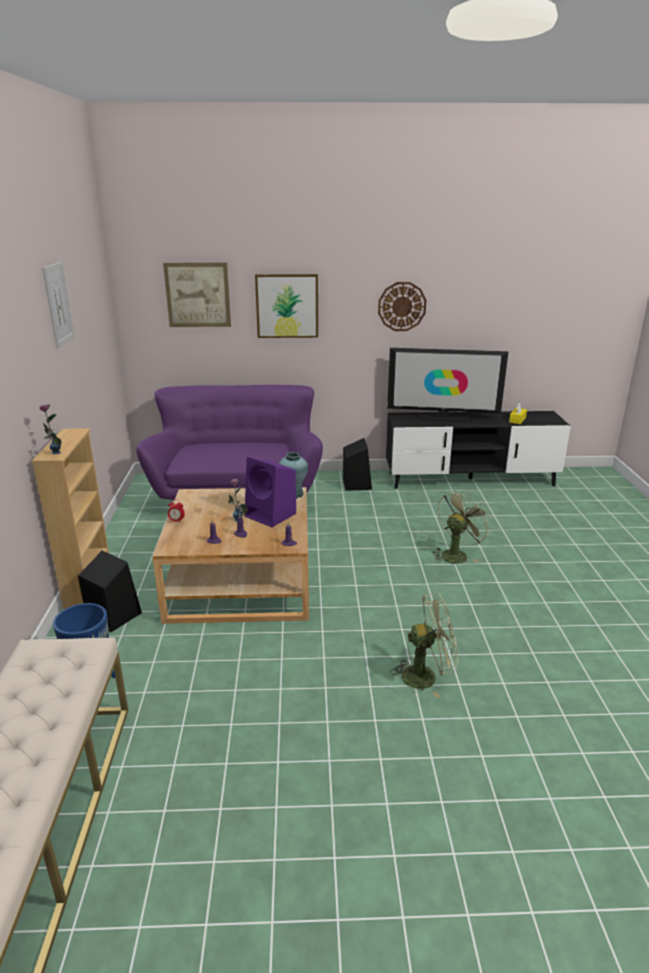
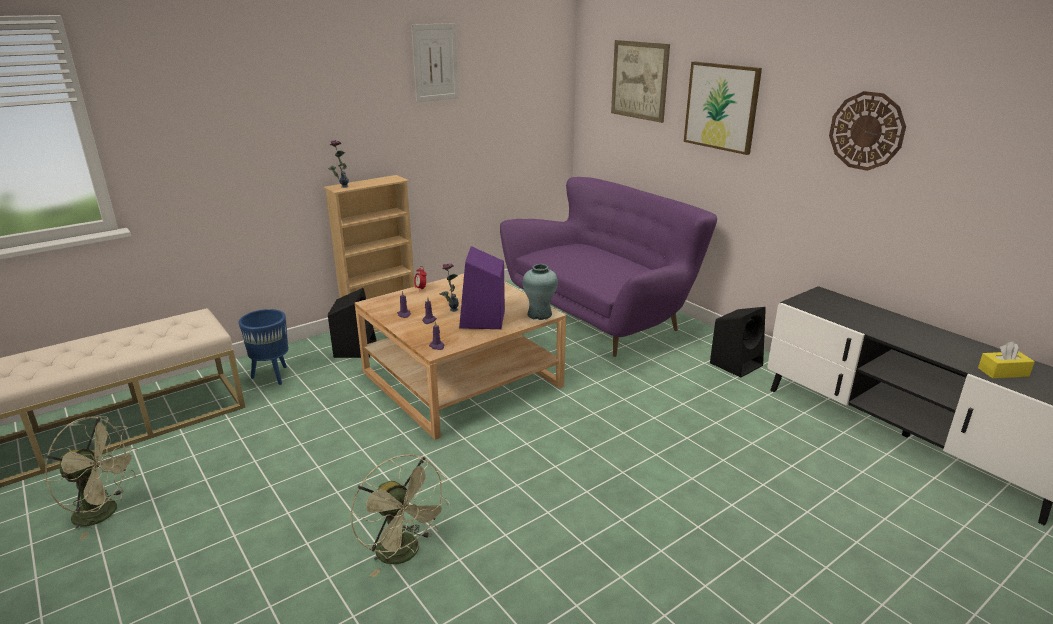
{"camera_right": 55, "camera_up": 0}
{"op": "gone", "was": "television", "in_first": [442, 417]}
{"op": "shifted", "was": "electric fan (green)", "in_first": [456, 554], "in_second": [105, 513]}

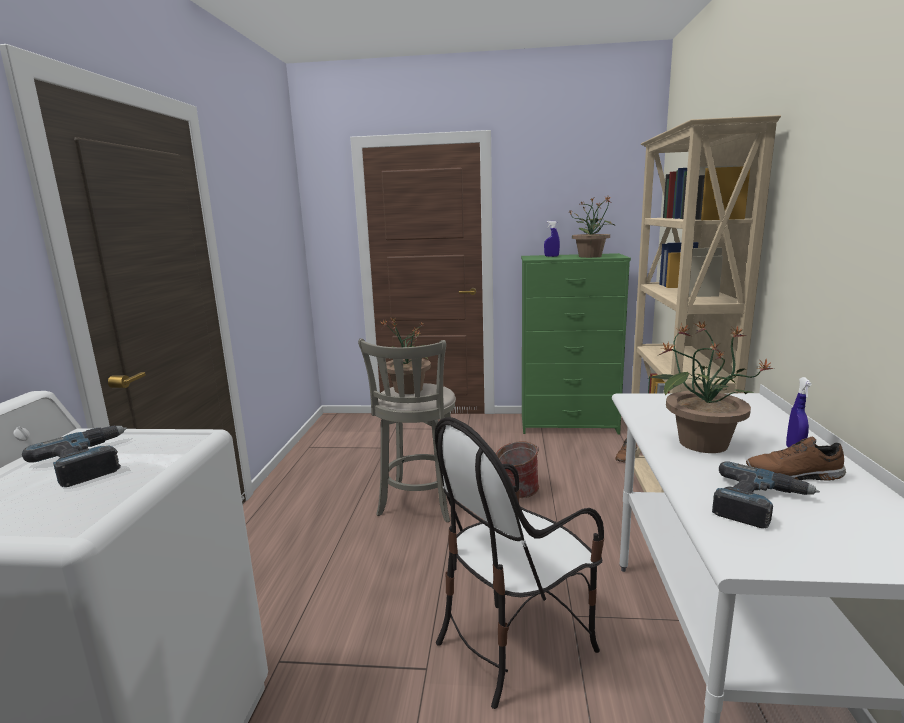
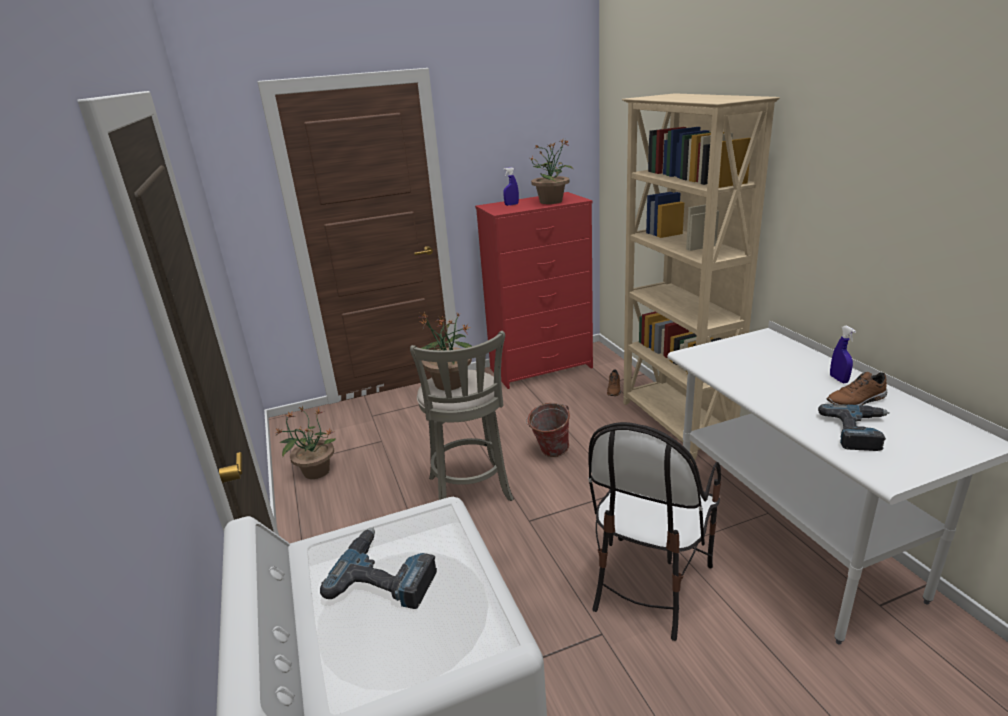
{"camera_right": -25, "camera_up": 10}
{"op": "repainted", "was": "chest of drawers (green)", "now": "chest of drawers (reddish)", "in_first": [569, 424], "in_second": [542, 368]}
{"op": "shifted", "was": "plant in a pot", "in_first": [701, 443], "in_second": [315, 471]}

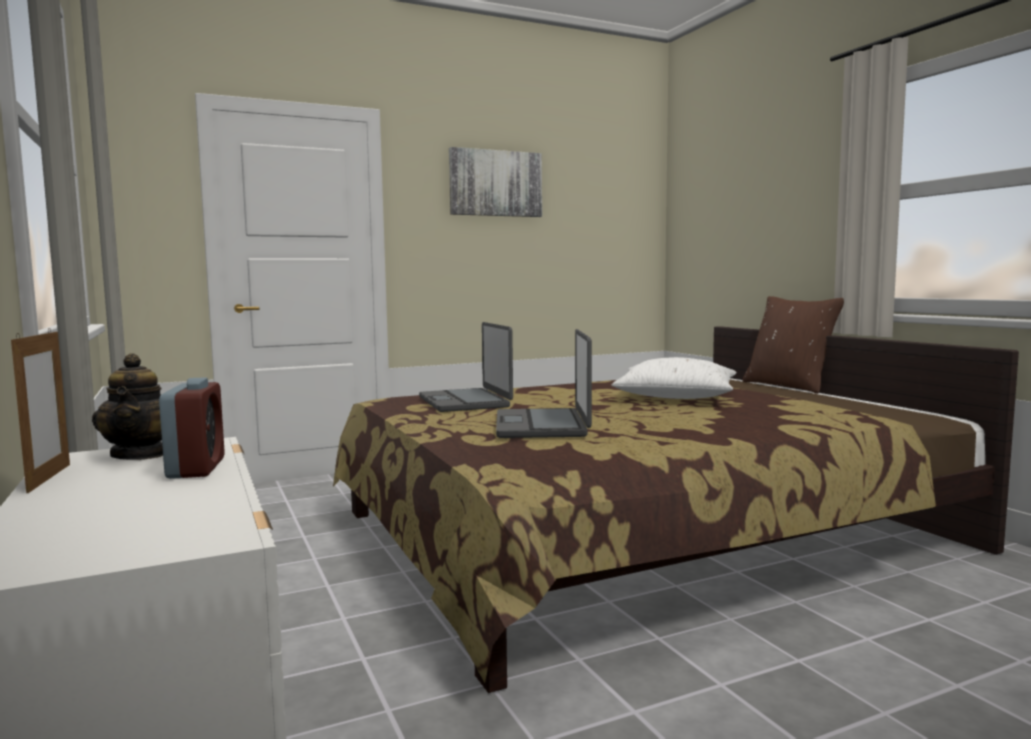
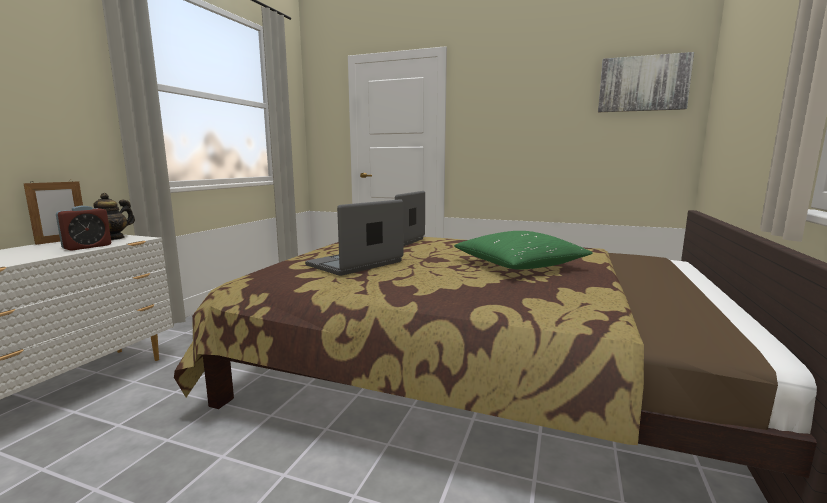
{"camera_right": 45, "camera_up": 5}
{"op": "shifted", "was": "picture", "in_first": [495, 183], "in_second": [643, 84]}
{"op": "gone", "was": "pillow (brownish)", "in_first": [789, 386]}
{"op": "repainted", "was": "pillow (whitish)", "now": "pillow (green)", "in_first": [675, 397], "in_second": [518, 265]}

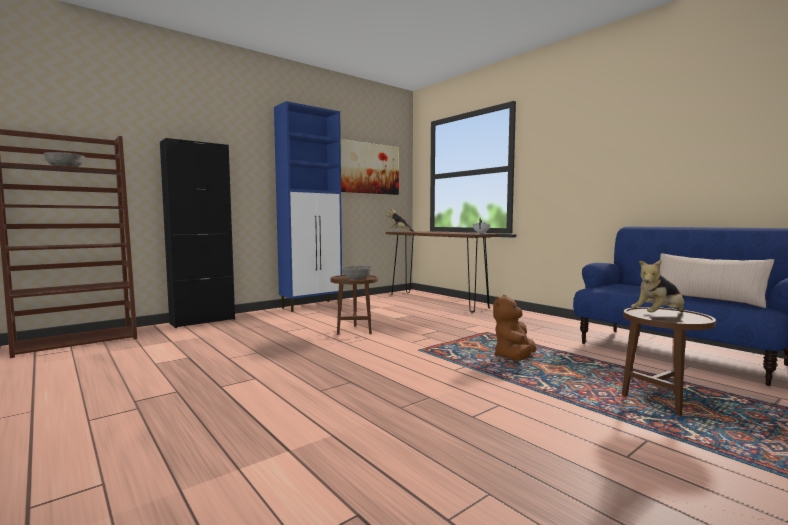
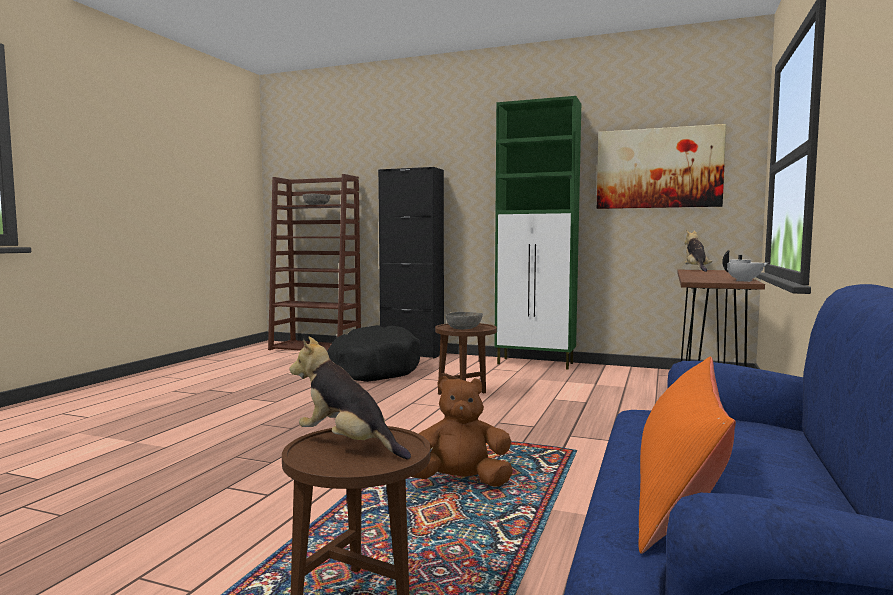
{"camera_right": 60, "camera_up": 0}
{"op": "repainted", "was": "storage cabinet (blue-coloured)", "now": "storage cabinet (green)", "in_first": [312, 306], "in_second": [536, 364]}
{"op": "repainted", "was": "pillow (beige)", "now": "pillow (orangey)", "in_first": [706, 299], "in_second": [679, 494]}
{"op": "new", "now": "dog cushion (black-coloured)", "in_second": [372, 369]}

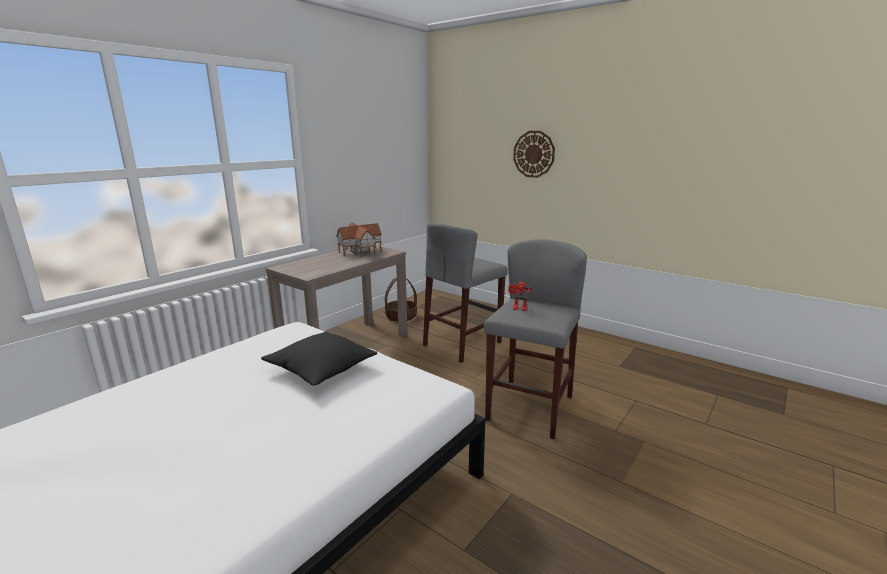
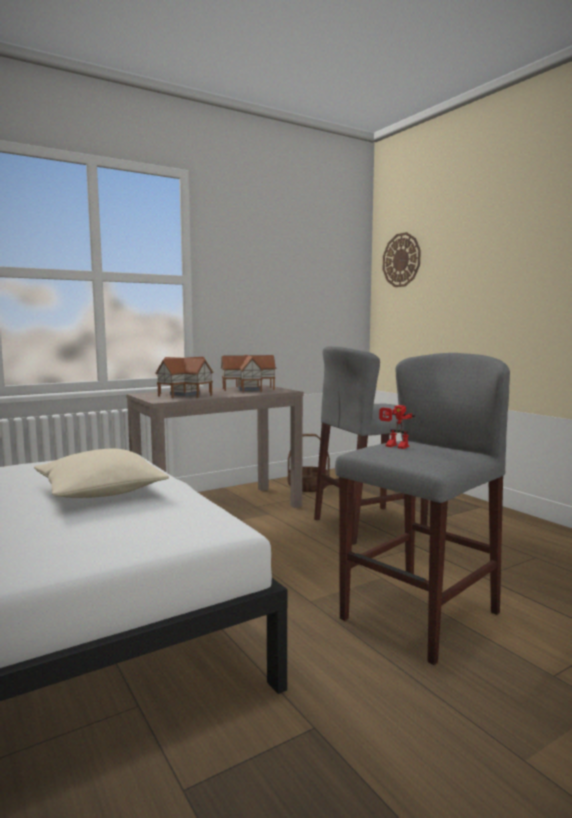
{"camera_right": 20, "camera_up": -10}
{"op": "shifted", "was": "hanging clock", "in_first": [534, 154], "in_second": [401, 260]}
{"op": "repainted", "was": "pillow (black-coloured)", "now": "pillow (beige)", "in_first": [321, 369], "in_second": [100, 491]}
{"op": "new", "now": "miniature house", "in_second": [184, 394]}

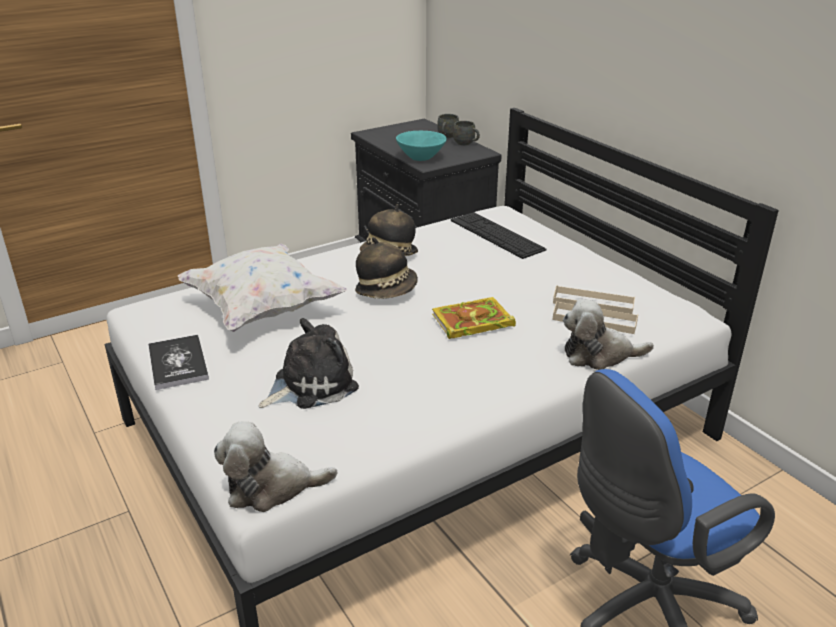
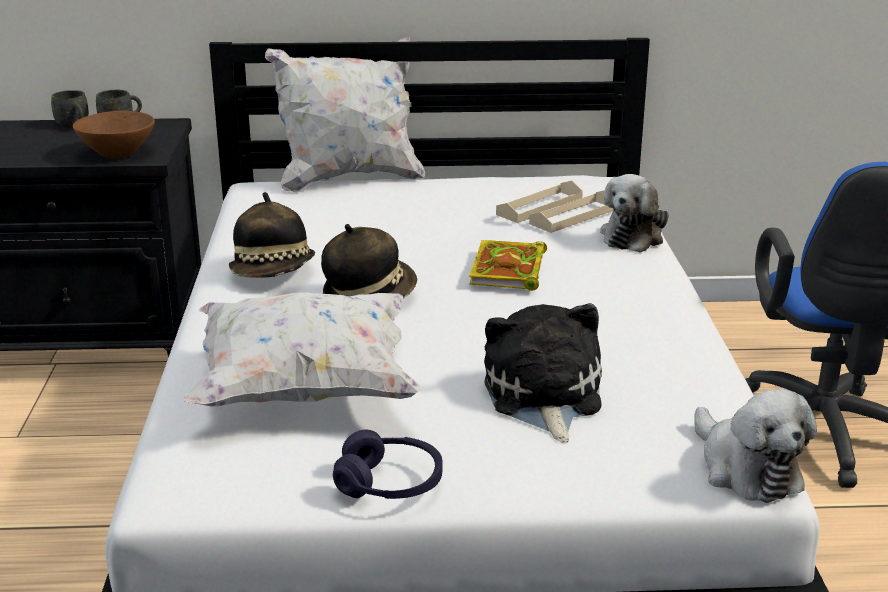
{"camera_right": -60, "camera_up": -5}
{"op": "repainted", "was": "deep dish (turquoise)", "now": "deep dish (brownish)", "in_first": [421, 158], "in_second": [119, 153]}
{"op": "gone", "was": "PC keyboard", "in_first": [496, 235]}
{"op": "swapped", "was": "book", "now": "pair of headphones (purple-coloured)", "in_first": [178, 363], "in_second": [389, 483]}
{"op": "rotated", "was": "soft toy", "in_first": [271, 487], "in_second": [745, 469], "clockwise": -45}
{"op": "new", "now": "pillow (whitish)", "in_second": [349, 178]}

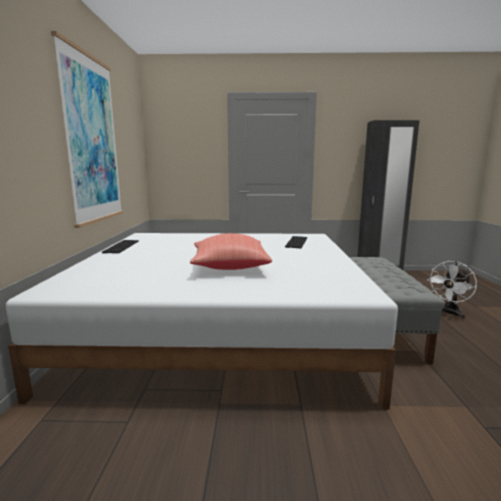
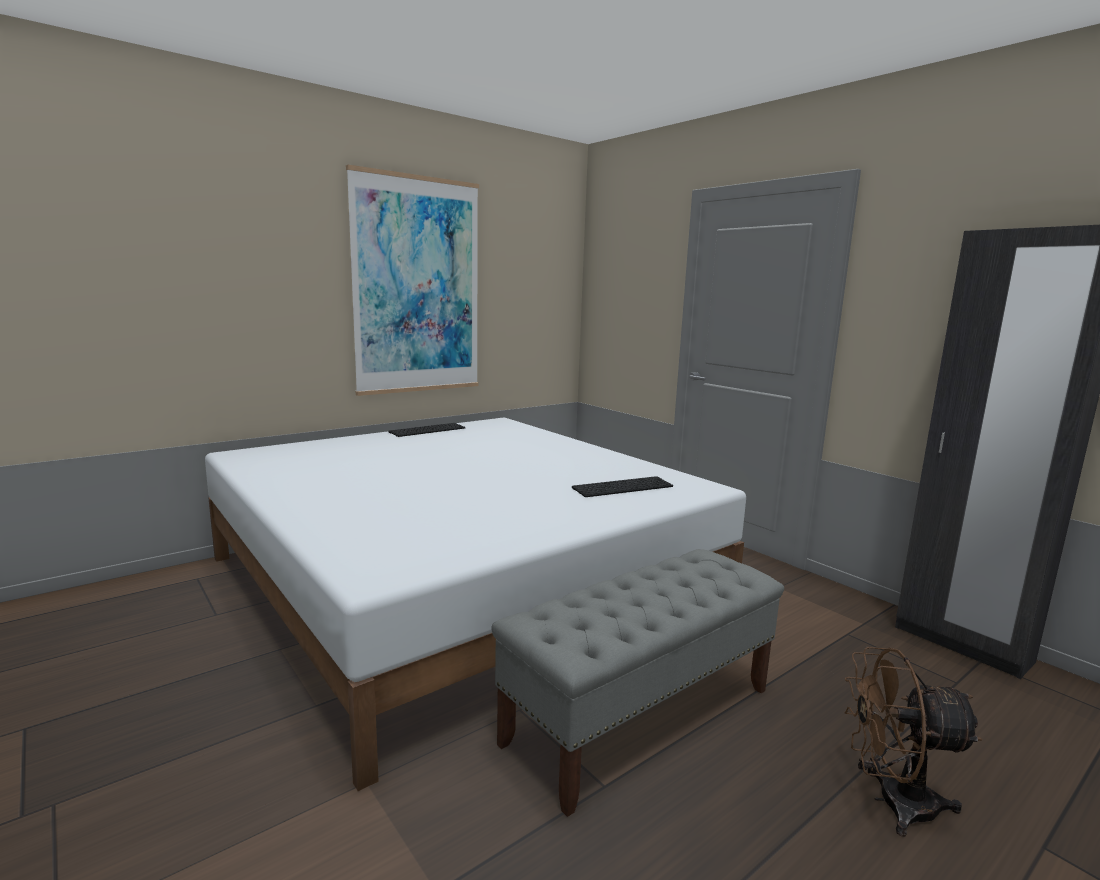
{"camera_right": 50, "camera_up": 0}
{"op": "gone", "was": "pillow (reddish)", "in_first": [229, 267]}
{"op": "repainted", "was": "electric fan (whitish)", "now": "electric fan (brownish)", "in_first": [449, 313], "in_second": [891, 802]}

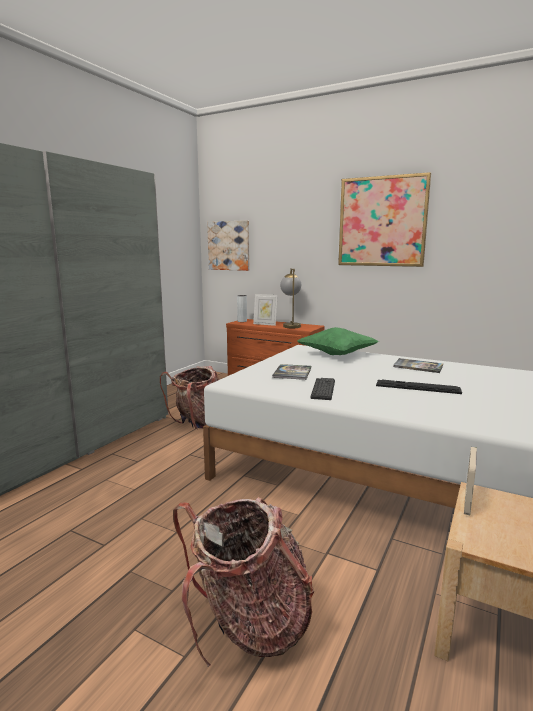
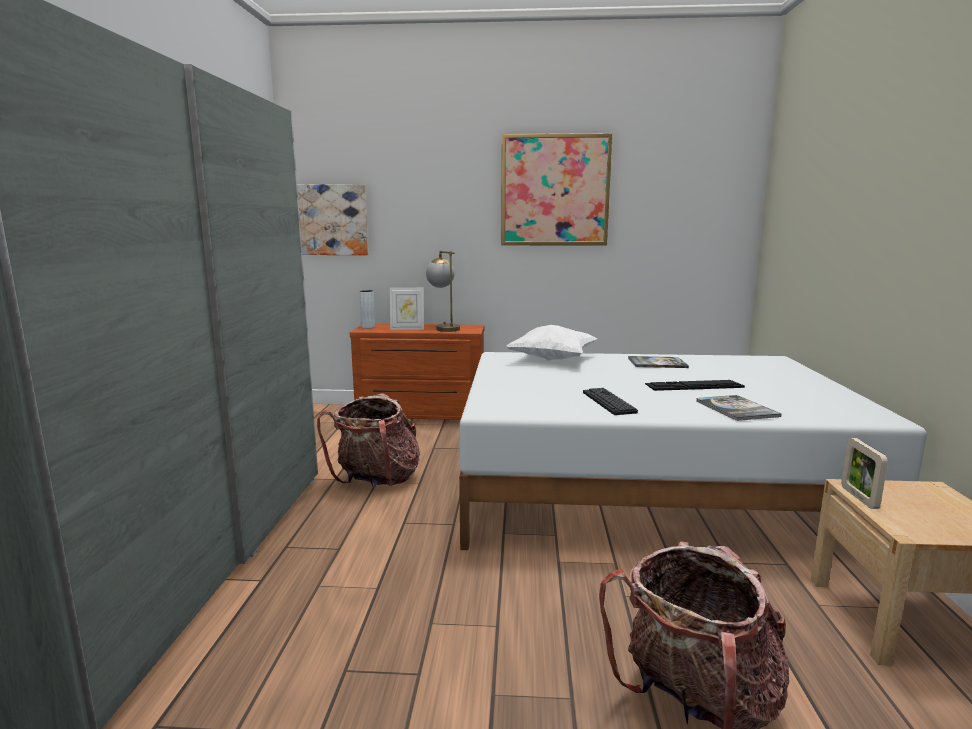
{"camera_right": -25, "camera_up": 0}
{"op": "repainted", "was": "pillow (green)", "now": "pillow (whitish)", "in_first": [337, 355], "in_second": [553, 359]}
{"op": "shifted", "was": "book", "in_first": [292, 373], "in_second": [736, 409]}

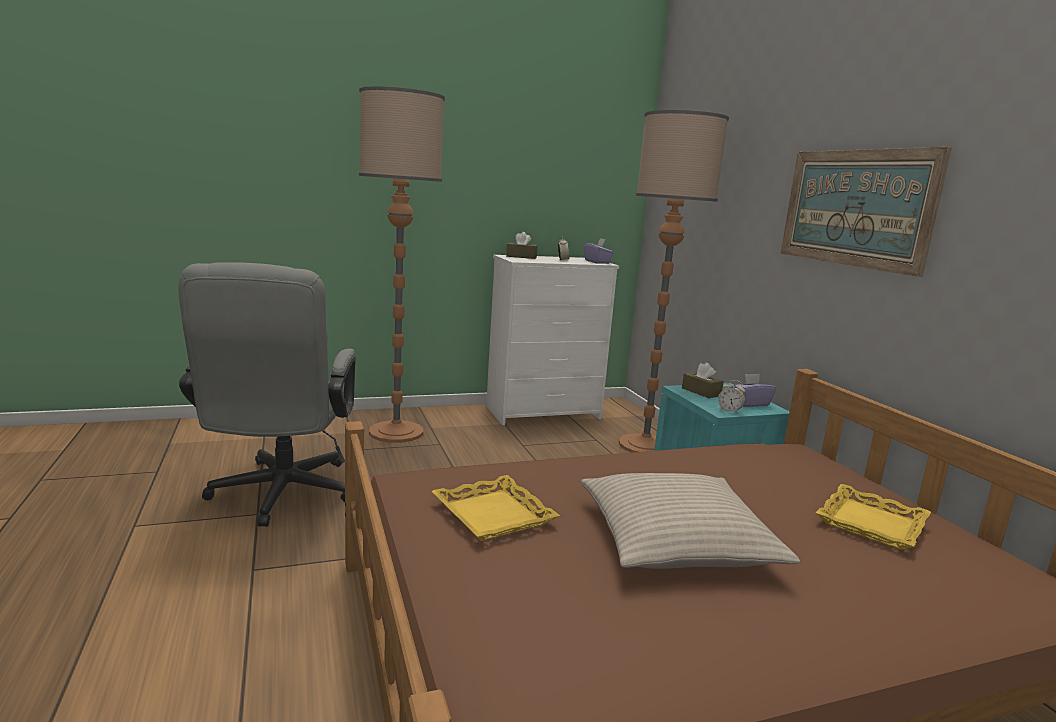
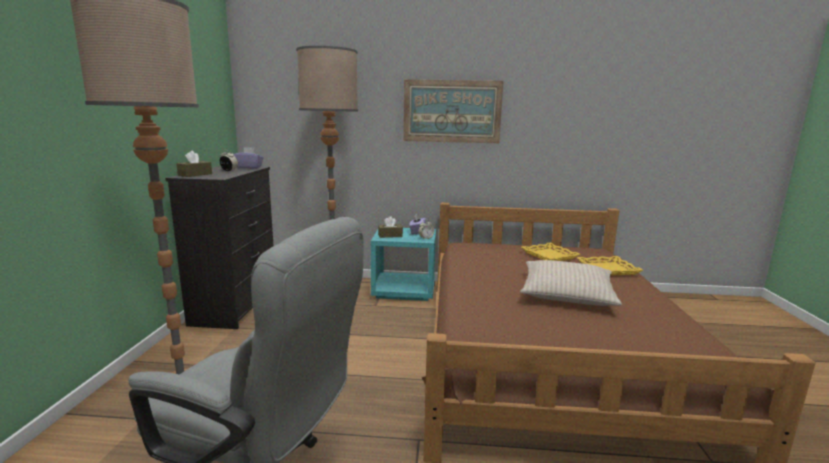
{"camera_right": -65, "camera_up": 0}
{"op": "repainted", "was": "chest of drawers (whitish)", "now": "chest of drawers (black-coloured)", "in_first": [544, 413], "in_second": [236, 306]}
{"op": "shifted", "was": "tray (yellowish)", "in_first": [492, 515], "in_second": [608, 269]}

